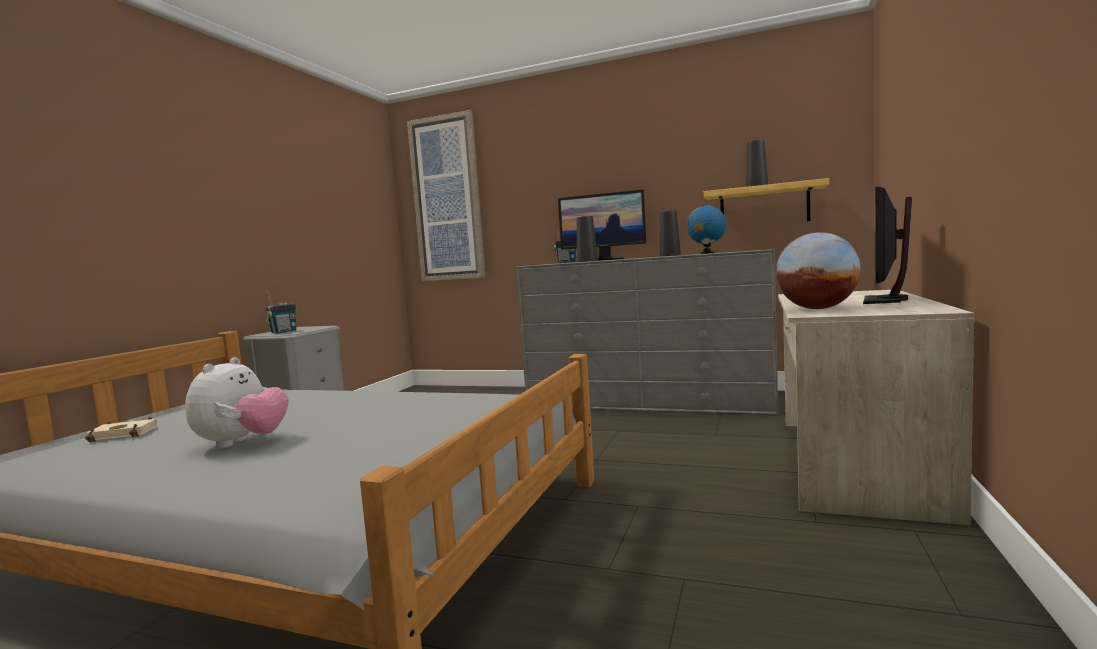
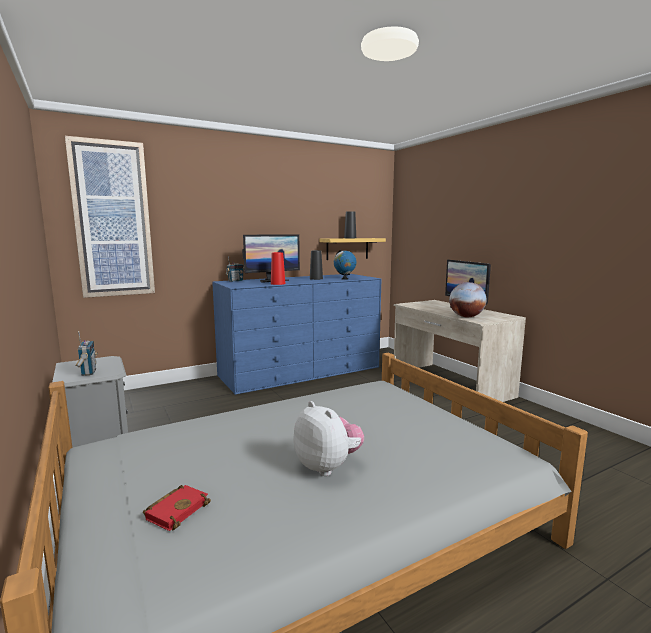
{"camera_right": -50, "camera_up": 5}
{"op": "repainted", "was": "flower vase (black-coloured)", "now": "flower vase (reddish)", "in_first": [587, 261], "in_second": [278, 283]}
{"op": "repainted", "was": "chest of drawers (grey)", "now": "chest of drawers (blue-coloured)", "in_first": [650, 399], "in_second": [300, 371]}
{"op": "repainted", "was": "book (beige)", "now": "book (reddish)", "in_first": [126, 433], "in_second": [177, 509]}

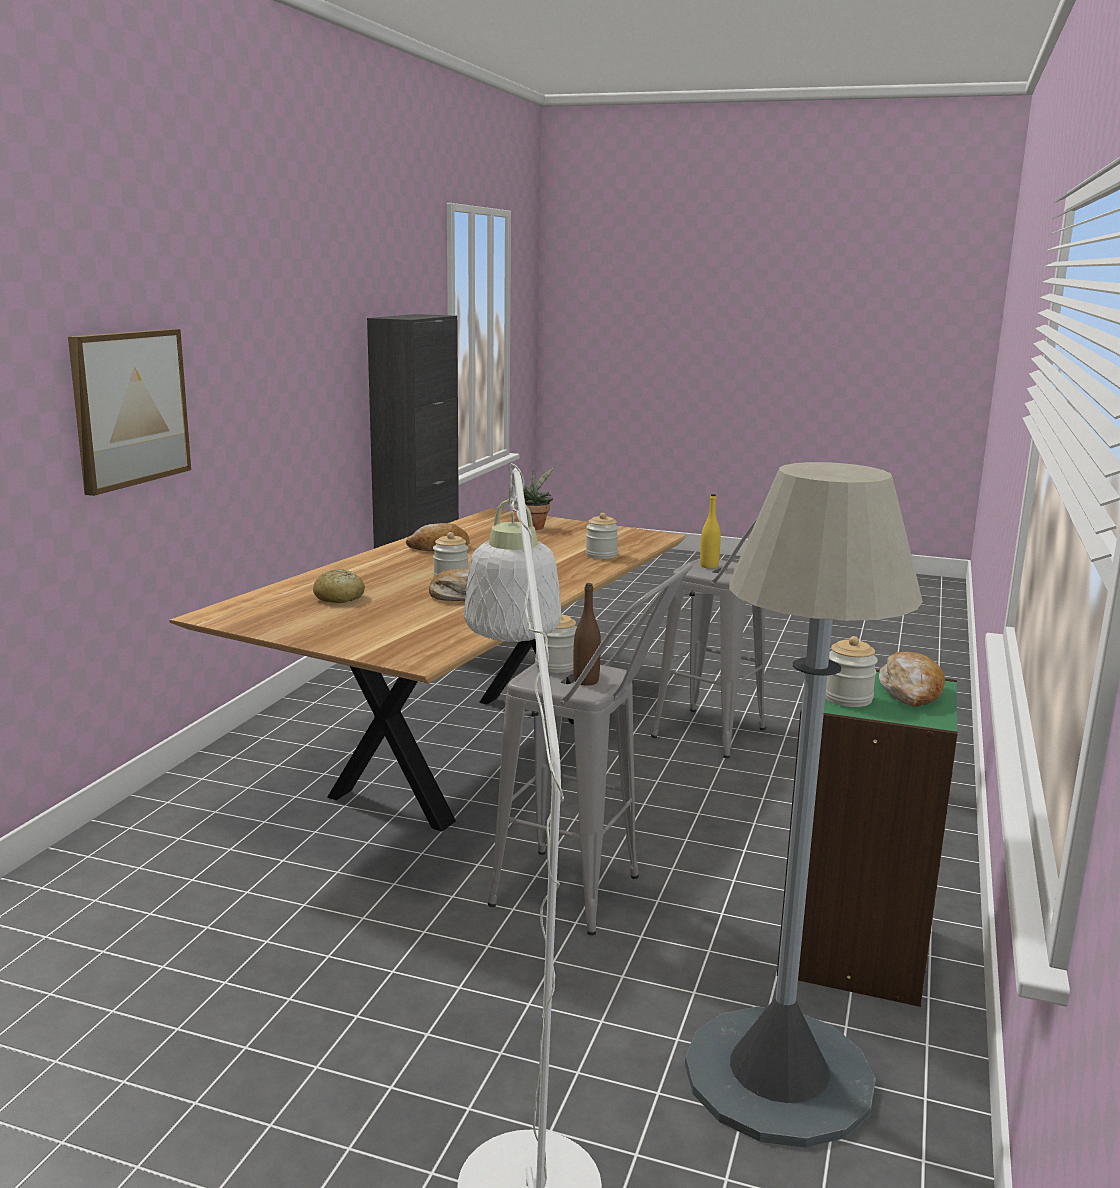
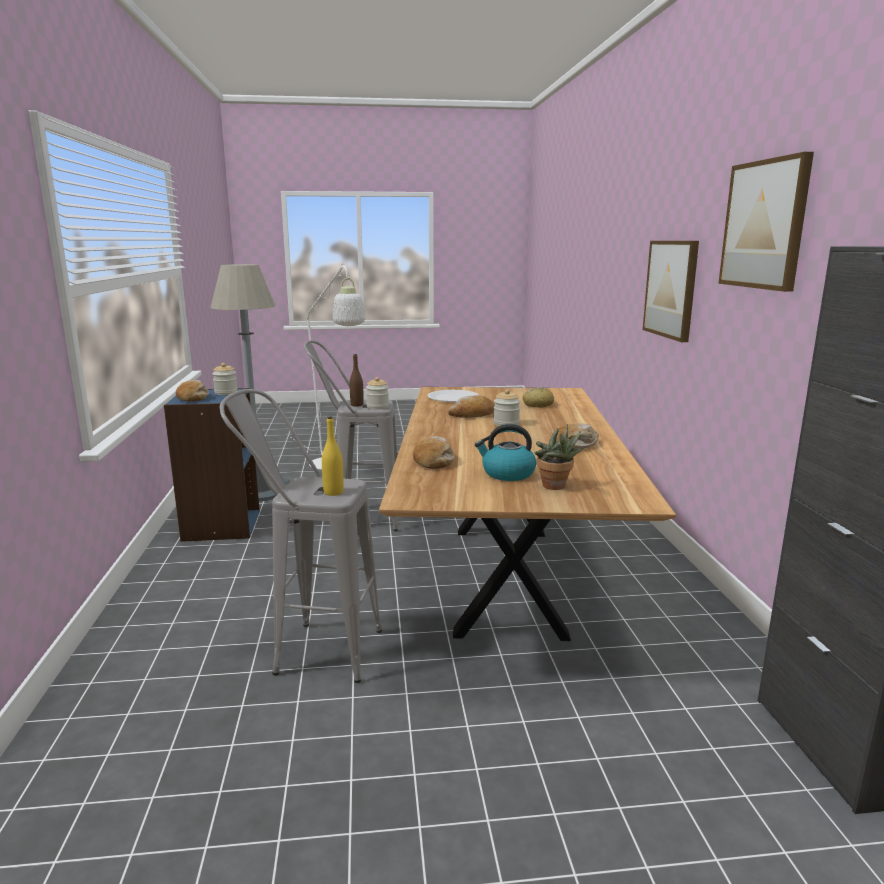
{"camera_right": 155, "camera_up": 0}
{"op": "swapped", "was": "storage jar", "now": "baked bread", "in_first": [601, 555], "in_second": [433, 461]}
{"op": "repainted", "was": "shelving unit (green)", "now": "shelving unit (blue-coloured)", "in_first": [855, 951], "in_second": [221, 526]}
{"op": "new", "now": "picture", "in_second": [765, 225]}
{"op": "new", "now": "plate (whitish)", "in_second": [453, 398]}
{"op": "new", "now": "water kettle", "in_second": [507, 474]}

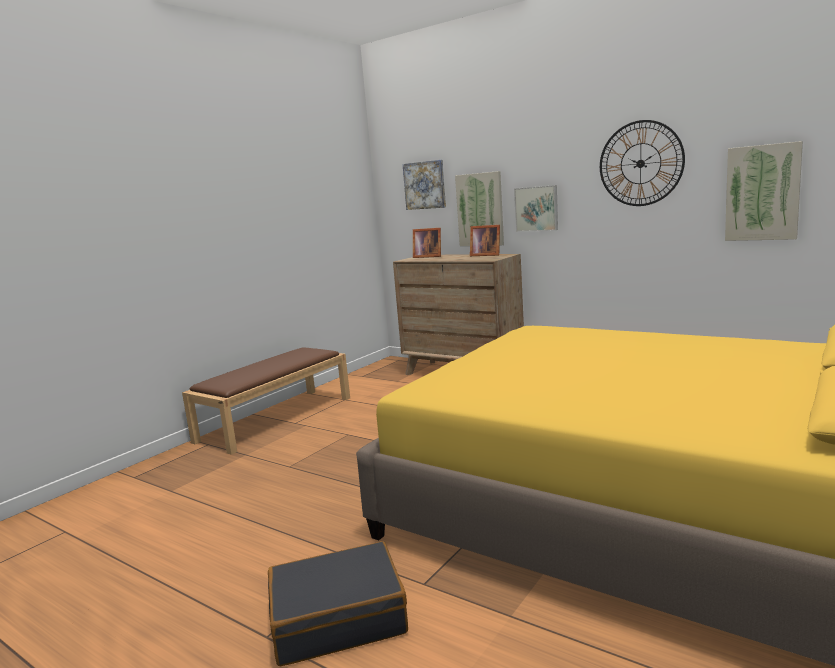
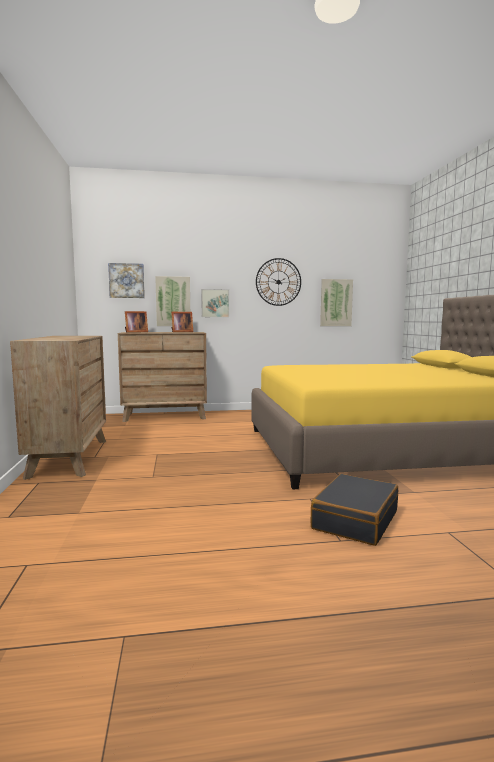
{"camera_right": -45, "camera_up": -5}
{"op": "swapped", "was": "indoor bench (brownish)", "now": "chest of drawers (brownish)", "in_first": [276, 418], "in_second": [69, 457]}

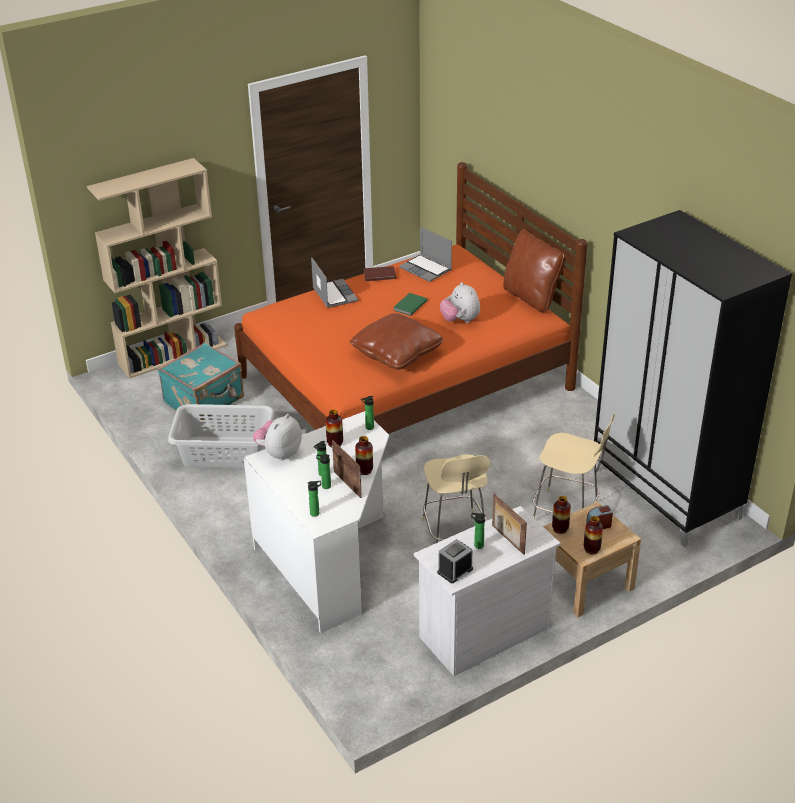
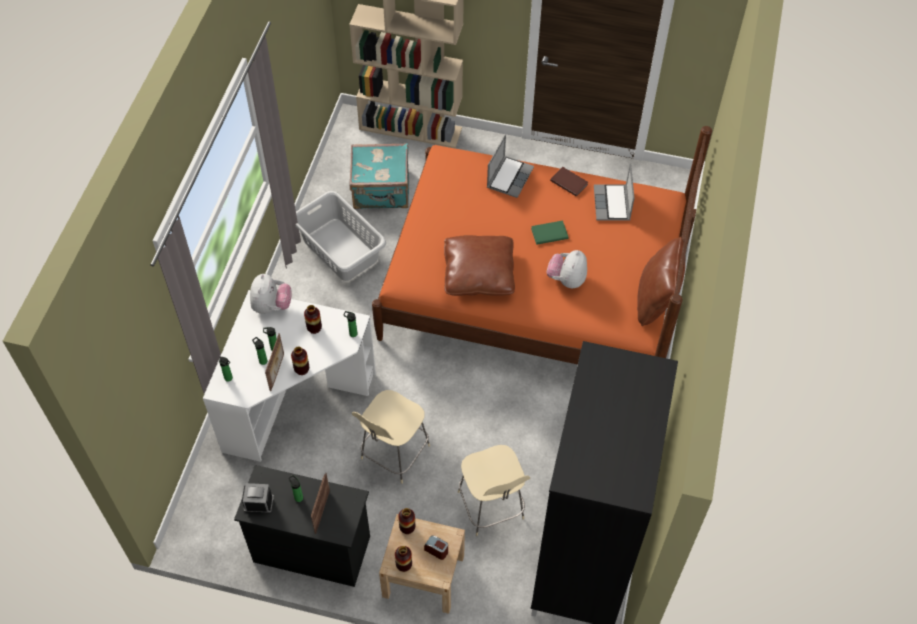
{"camera_right": 45, "camera_up": 20}
{"op": "rotated", "was": "soft toy", "in_first": [279, 453], "in_second": [271, 306], "clockwise": 105}
{"op": "repainted", "was": "chest of drawers (whitish)", "now": "chest of drawers (black-coloured)", "in_first": [484, 632], "in_second": [311, 548]}

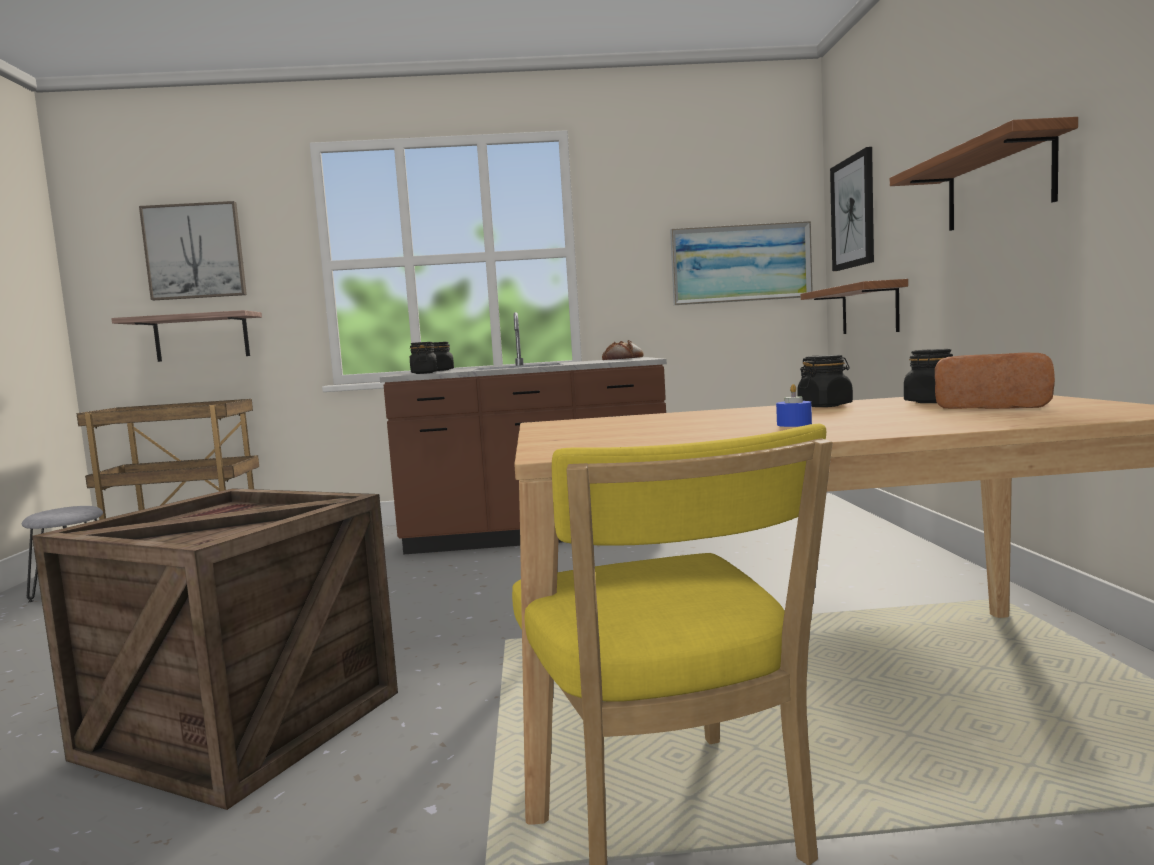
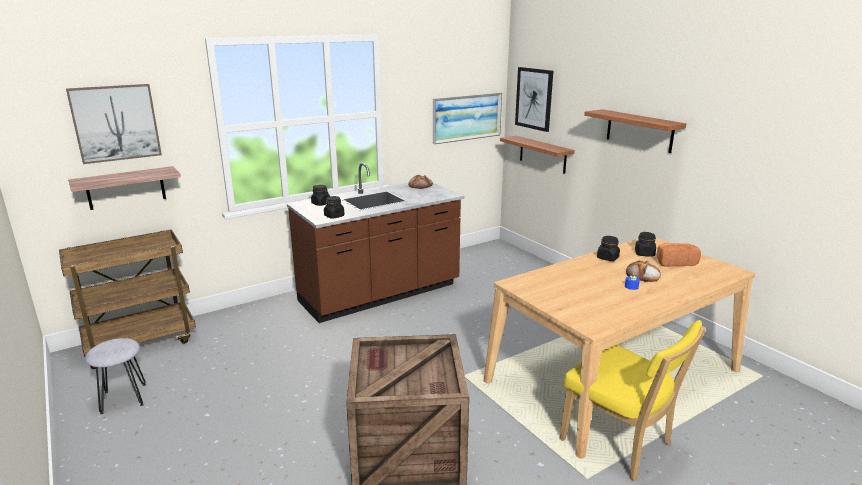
{"camera_right": -30, "camera_up": 15}
{"op": "new", "now": "baked bread", "in_second": [643, 275]}

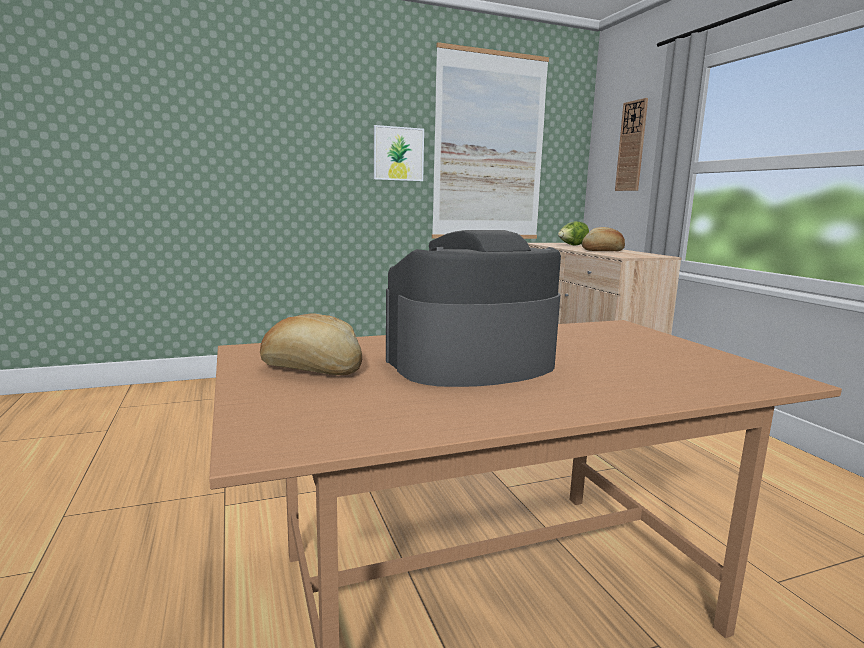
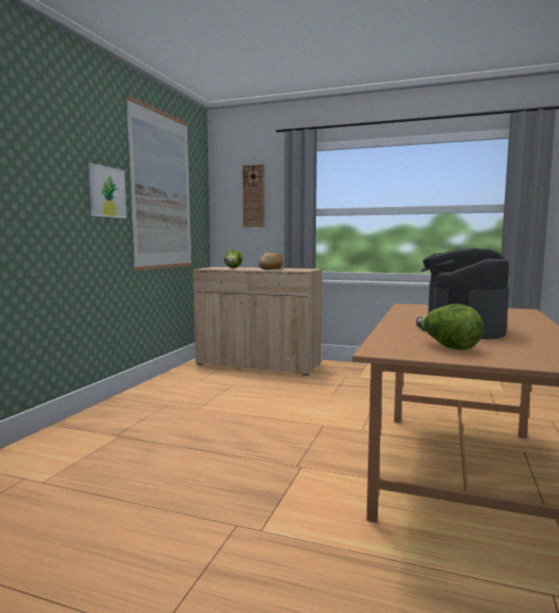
{"camera_right": -50, "camera_up": -5}
{"op": "swapped", "was": "baked bread", "now": "lettuce", "in_first": [312, 370], "in_second": [448, 347]}

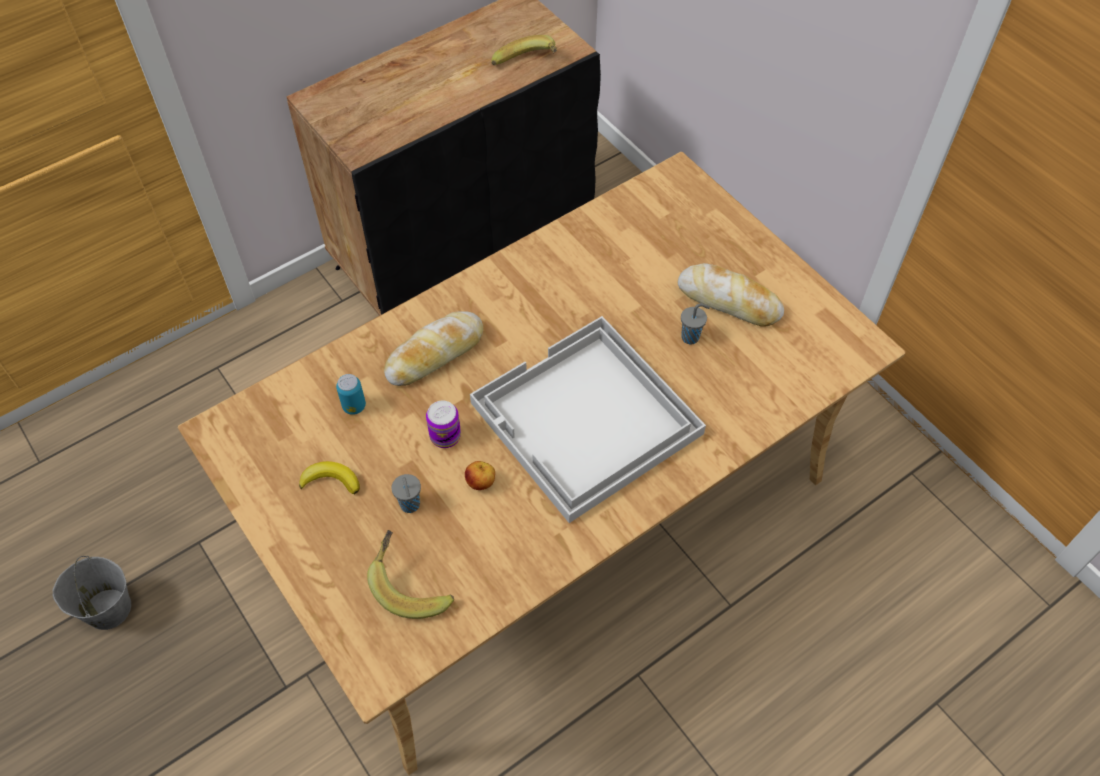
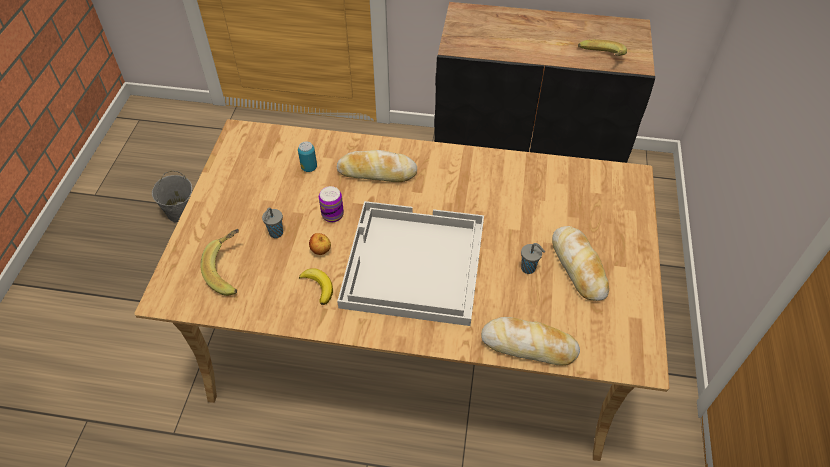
{"camera_right": 45, "camera_up": -5}
{"op": "shifted", "was": "banana fruit", "in_first": [331, 480], "in_second": [318, 286]}
{"op": "new", "now": "baked bread", "in_second": [529, 345]}

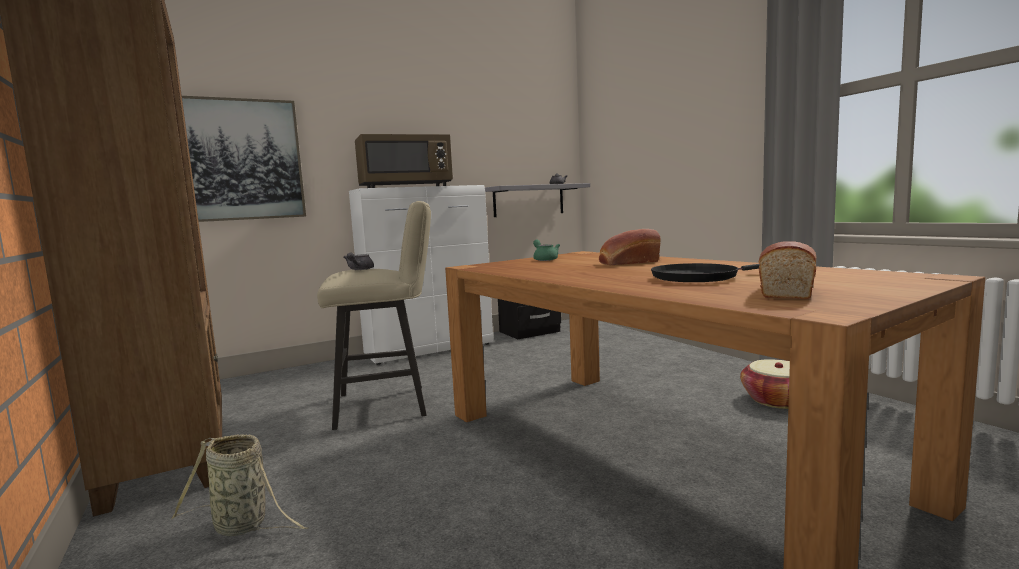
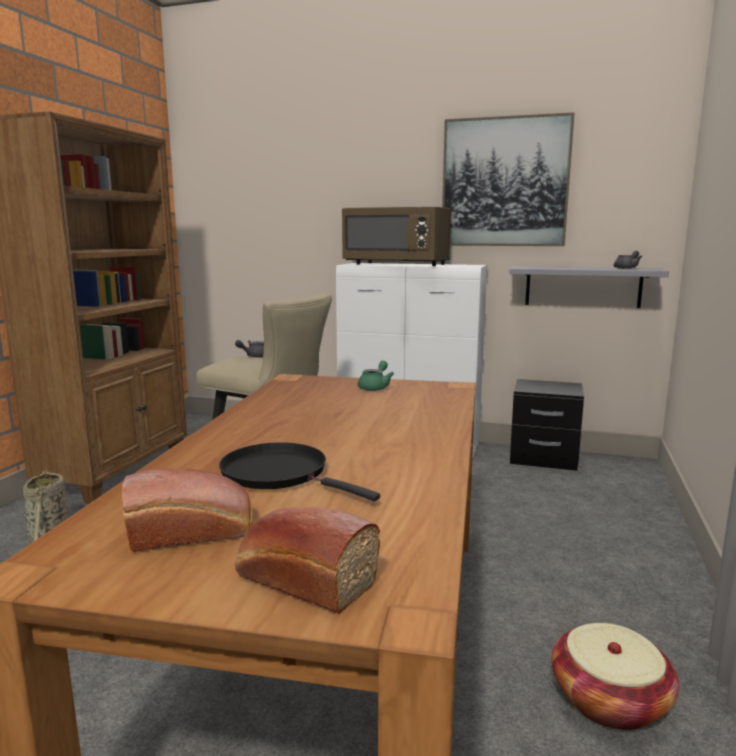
{"camera_right": 45, "camera_up": 5}
{"op": "shifted", "was": "picture", "in_first": [236, 160], "in_second": [504, 183]}
{"op": "shifted", "was": "baked bread", "in_first": [627, 262], "in_second": [301, 579]}

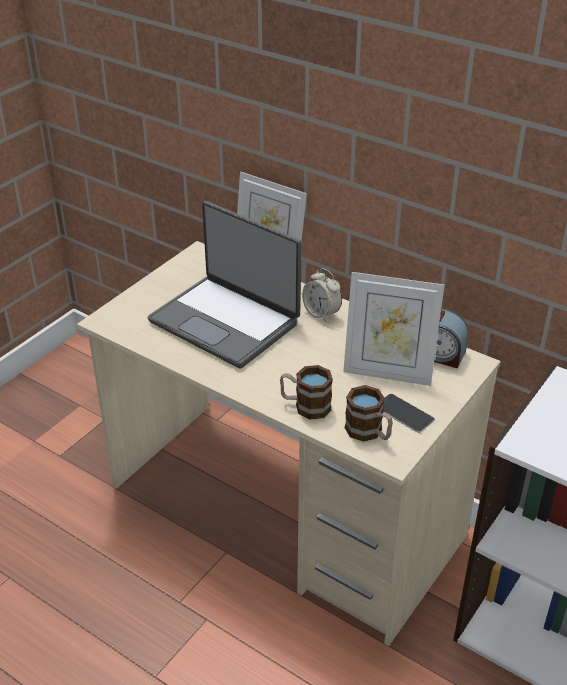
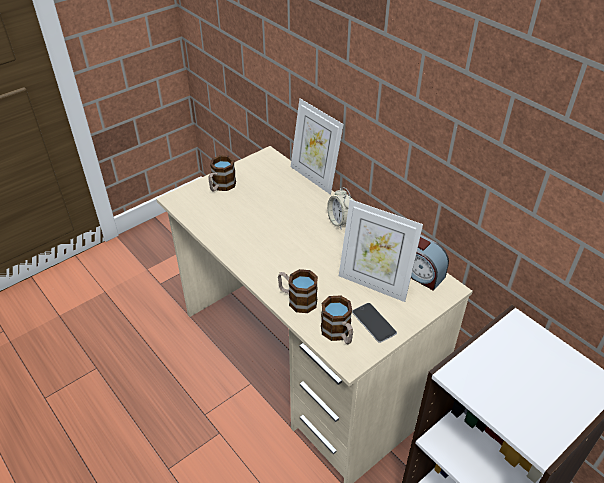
{"camera_right": 15, "camera_up": 5}
{"op": "gone", "was": "notebook computer", "in_first": [226, 321]}
{"op": "new", "now": "tea mug", "in_second": [221, 186]}

